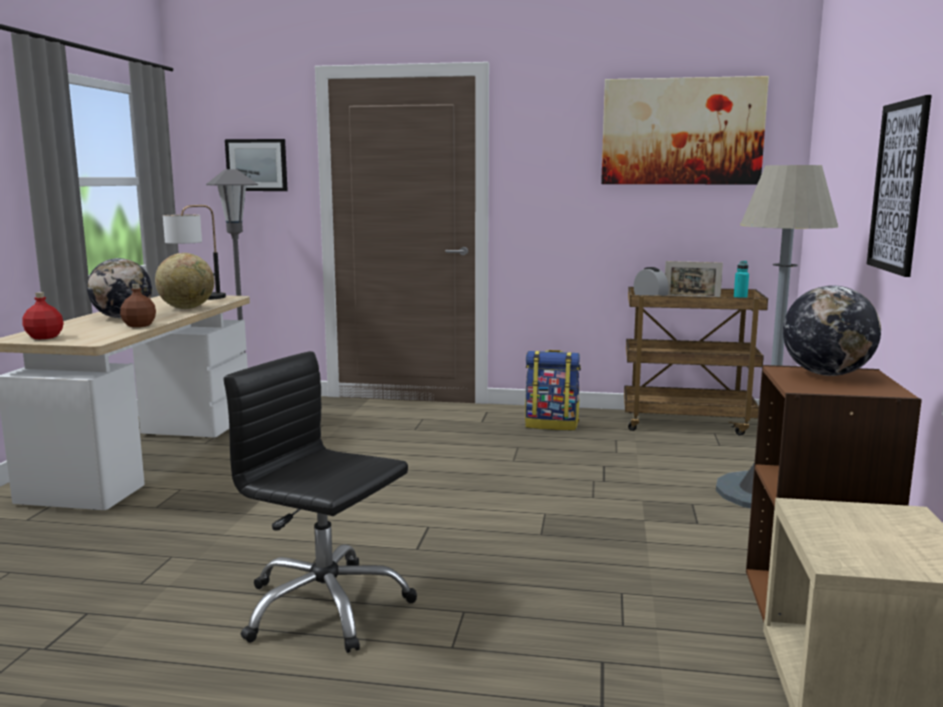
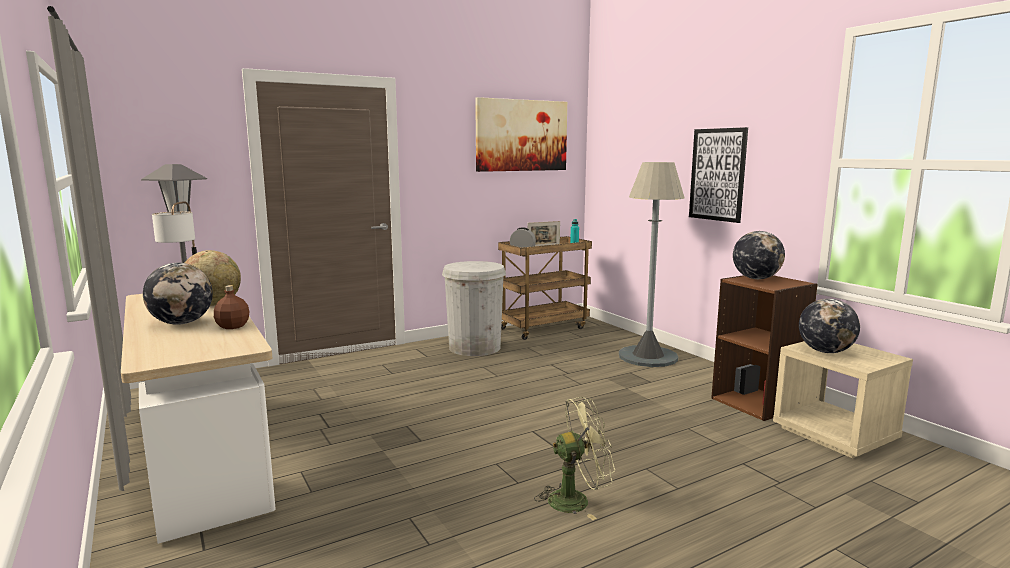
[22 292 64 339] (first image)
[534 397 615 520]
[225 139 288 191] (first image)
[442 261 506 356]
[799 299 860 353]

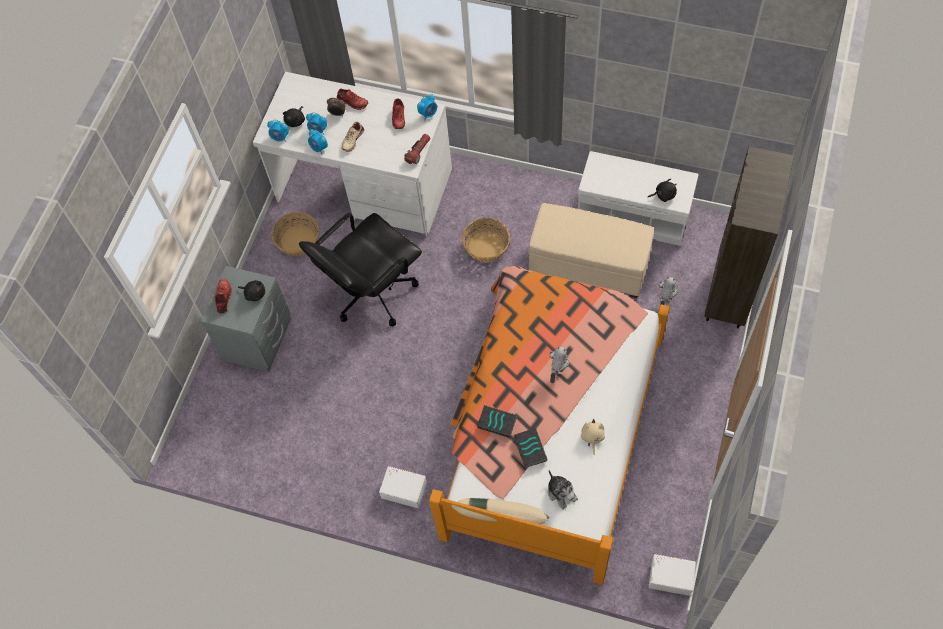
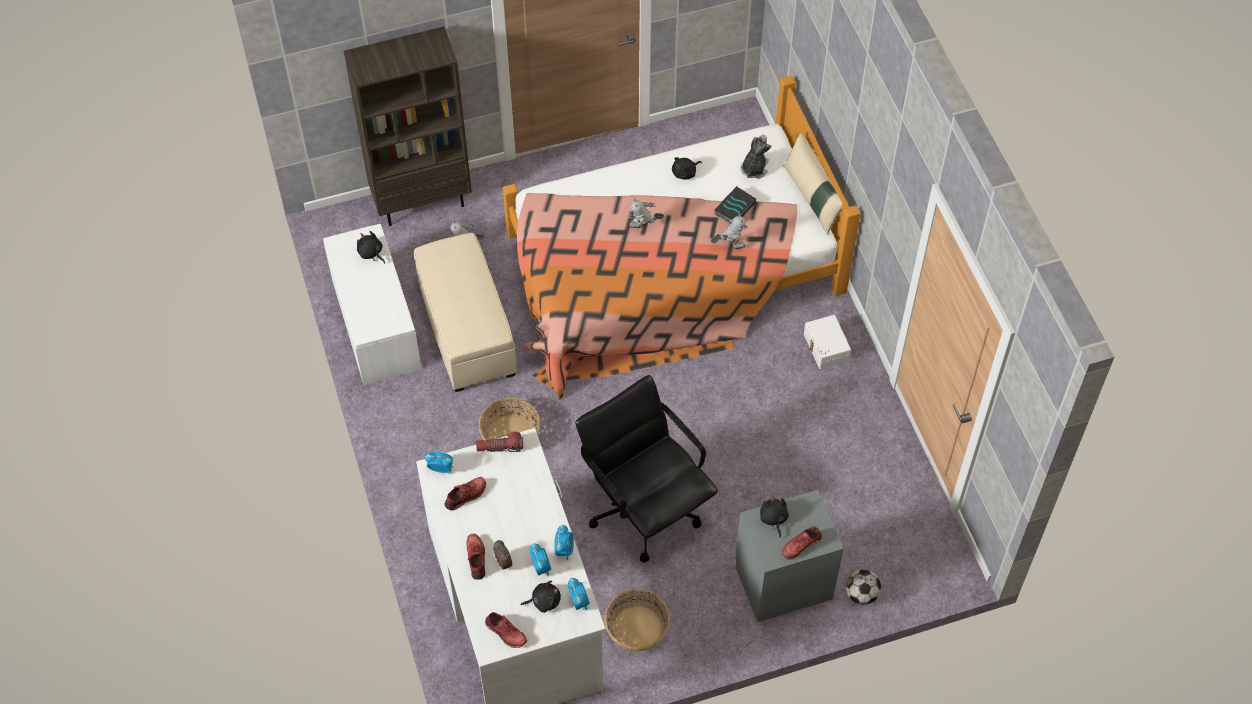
[575 375 718 562]
[342 122 364 152] (first image)
[711 214 748 249]
[672 157 702 180]
[648 554 696 596] (first image)
[485 612 527 648]
[845 569 881 605]

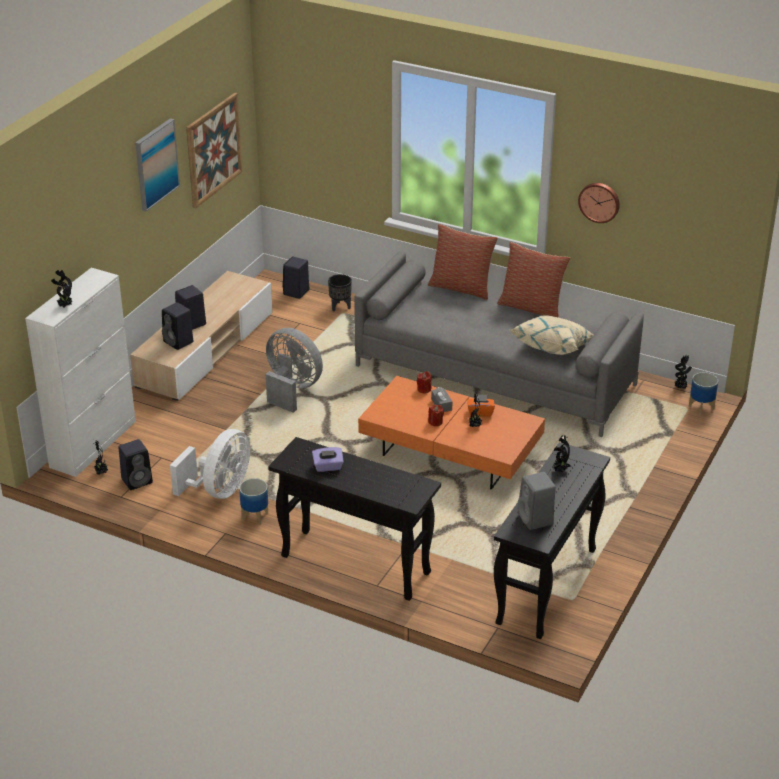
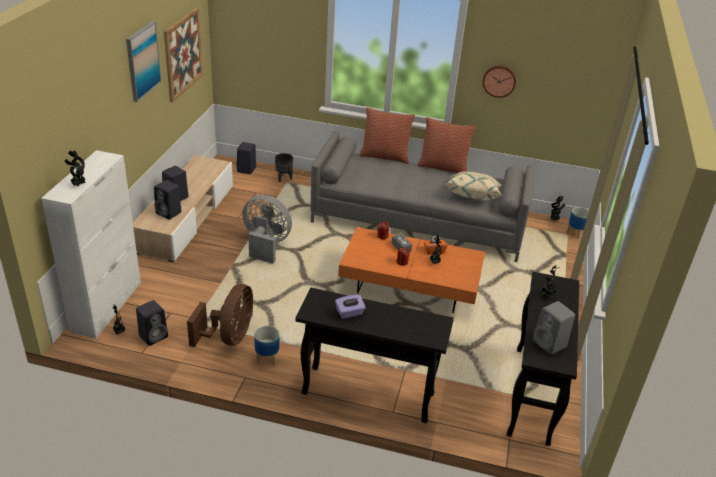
[187 284 253 347]

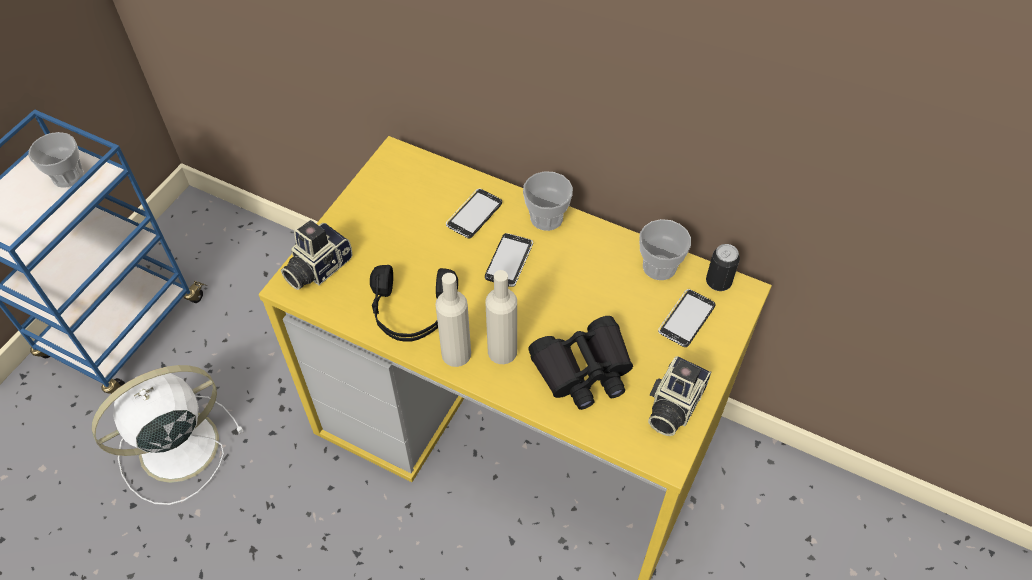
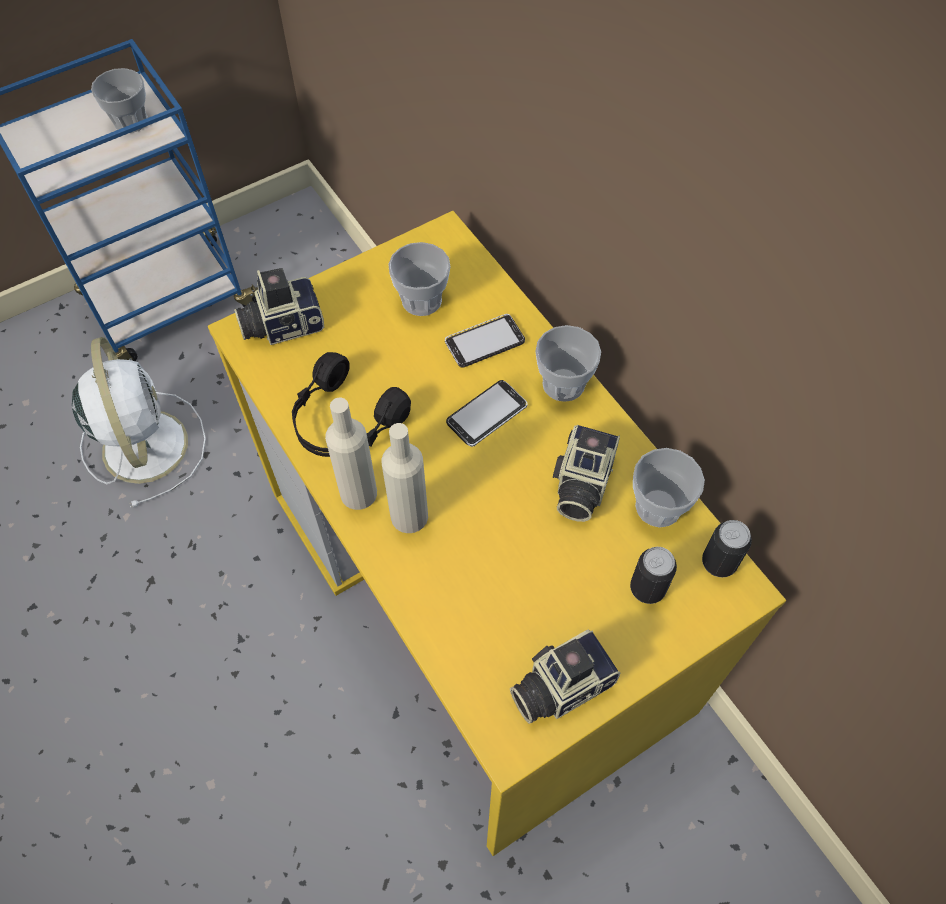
[72 337 206 507]
[528 316 633 410] (first image)
[630 547 677 604]
[388 242 450 316]
[553 424 620 522]

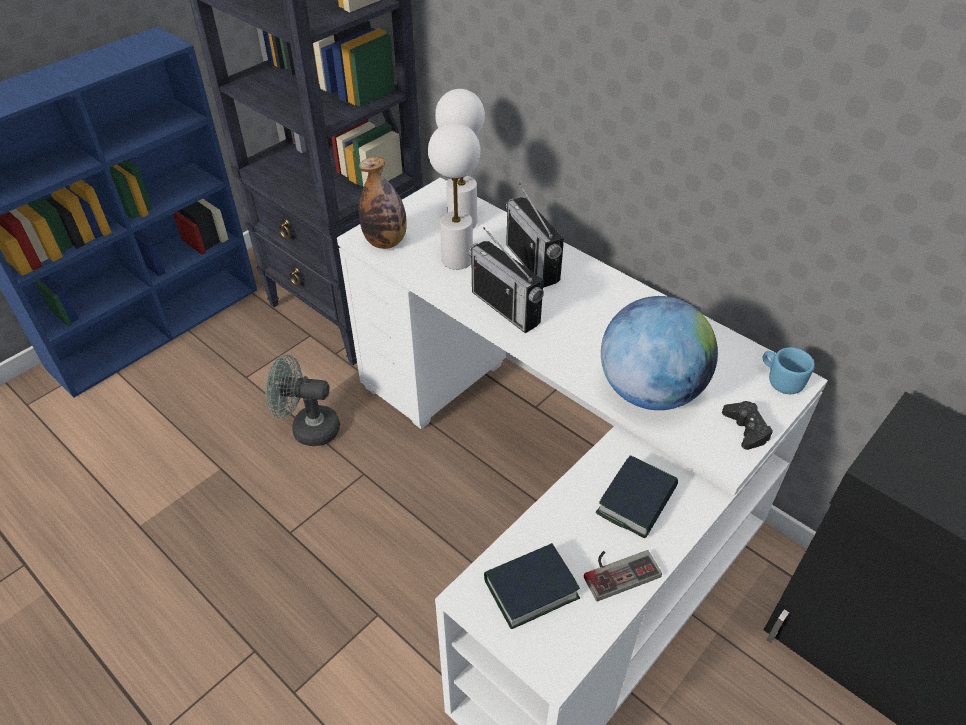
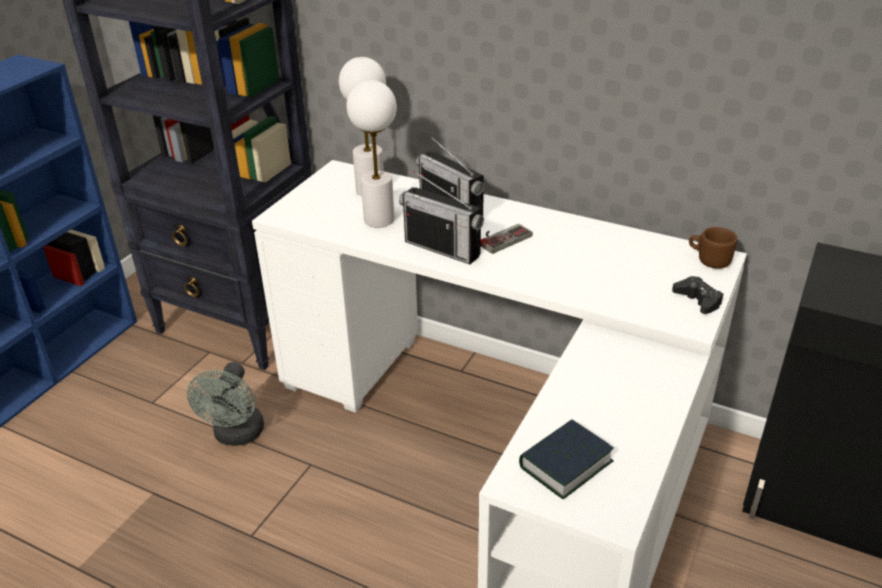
[187 362 264 446]
[359 157 407 249] (first image)
[481 224 532 254]
[596 455 678 538] (first image)
[601 296 718 410] (first image)
[689 227 738 269]

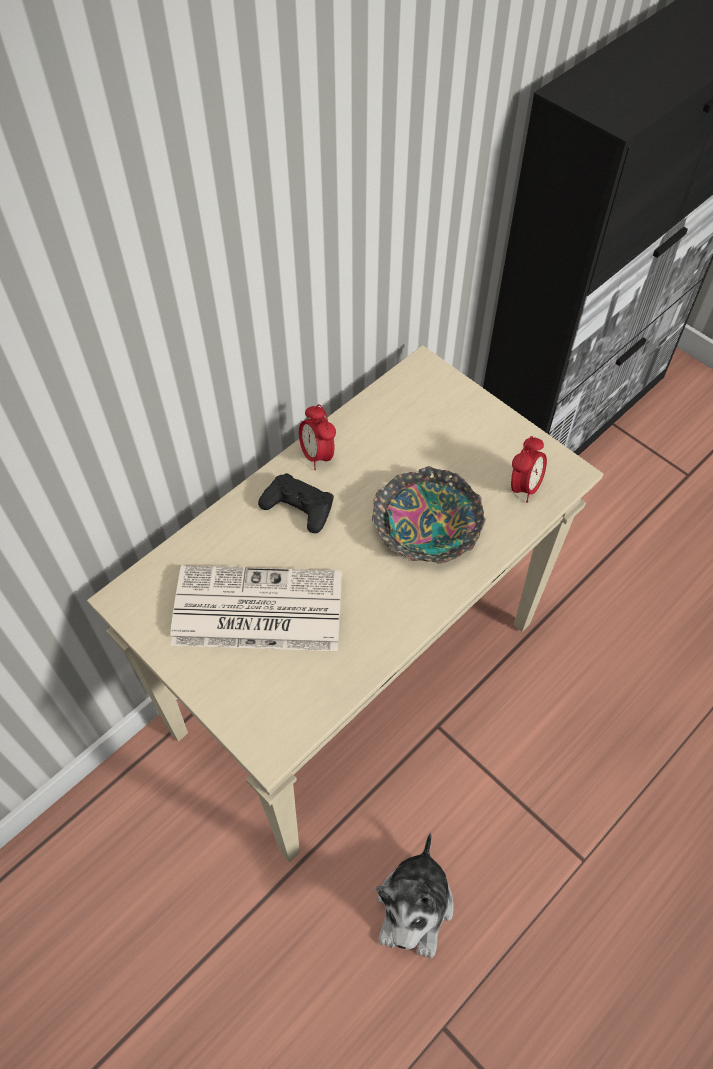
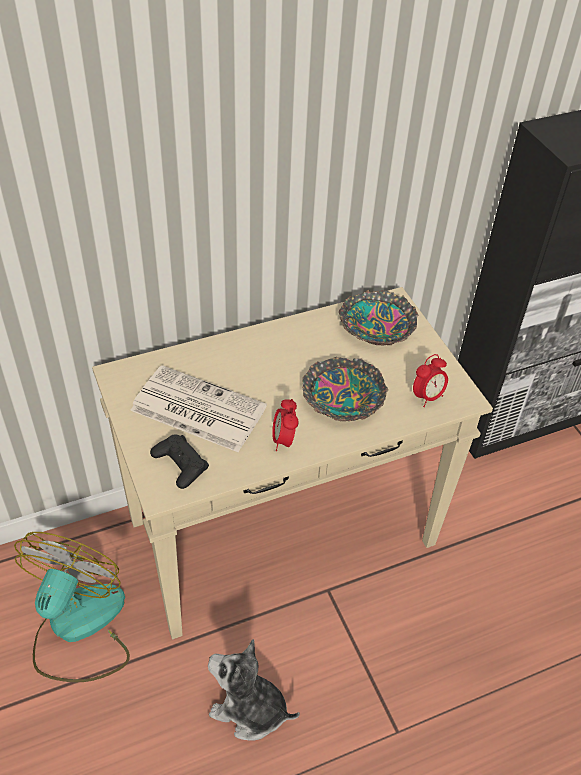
[150 435 209 489]
[272 399 299 451]
[208 639 300 741]
[14 532 130 682]
[339 290 418 345]

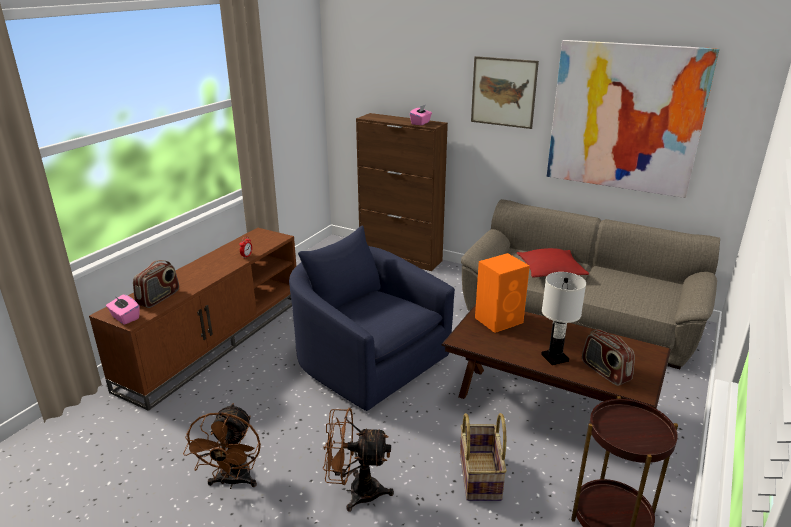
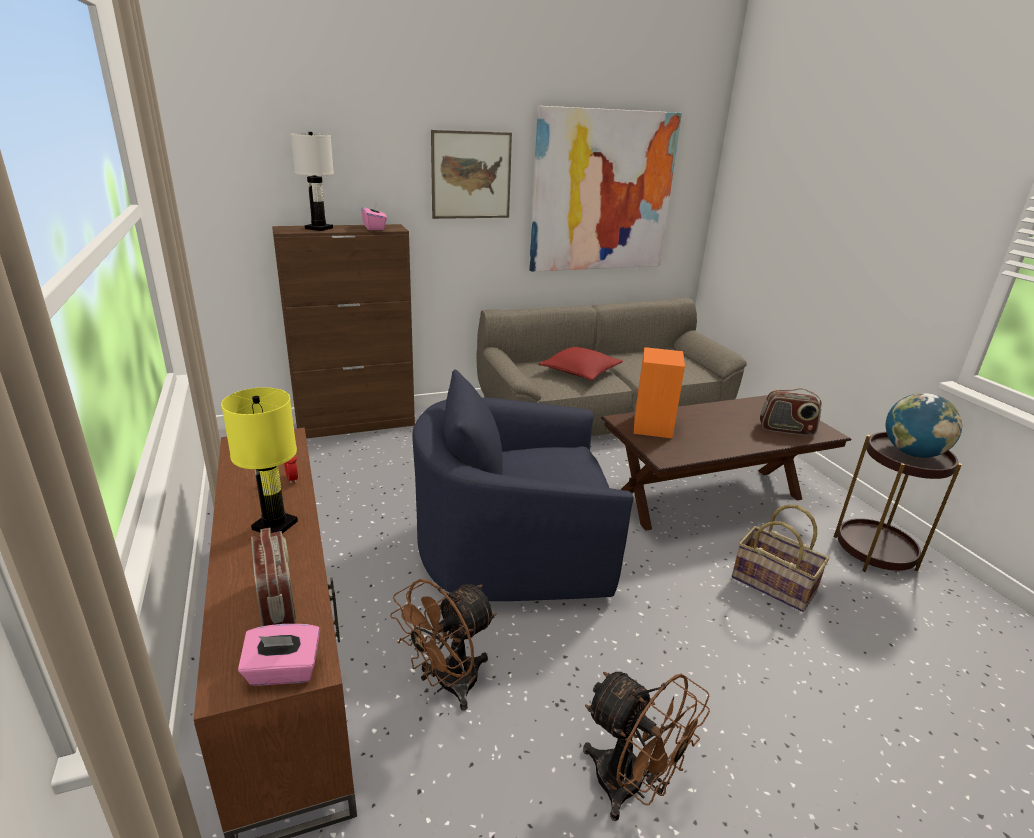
[390 579 497 710]
[290 132 334 231]
[221 387 298 534]
[885 393 962 458]

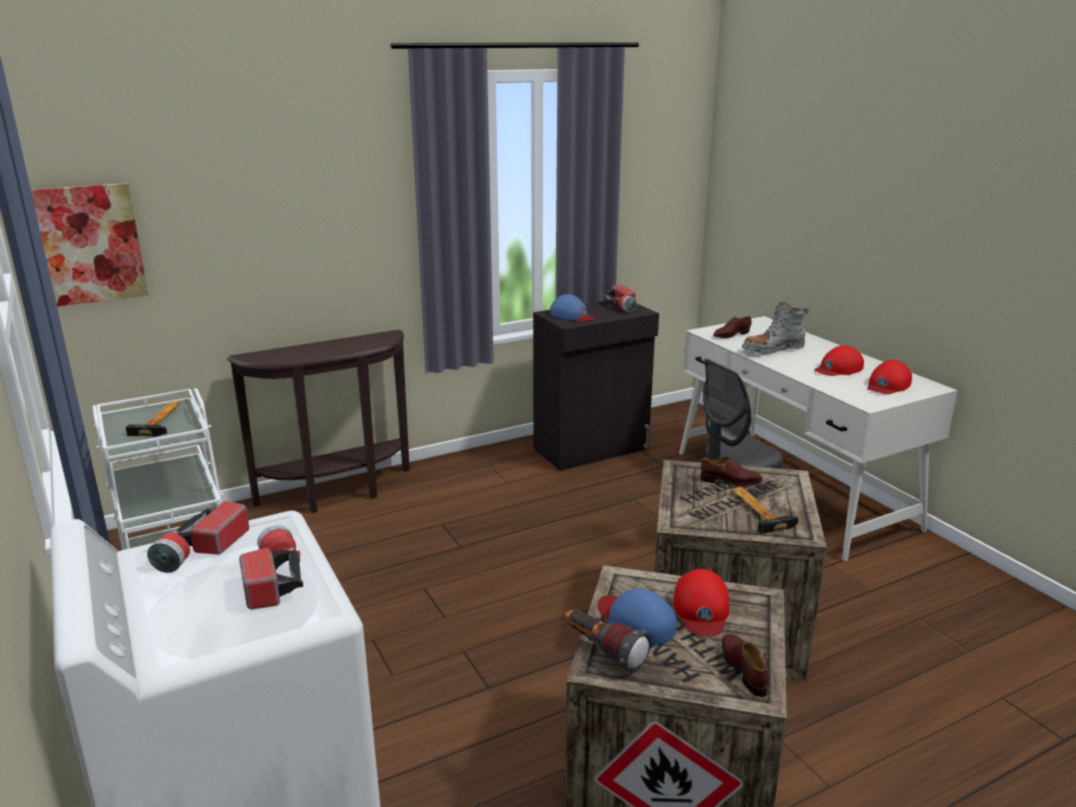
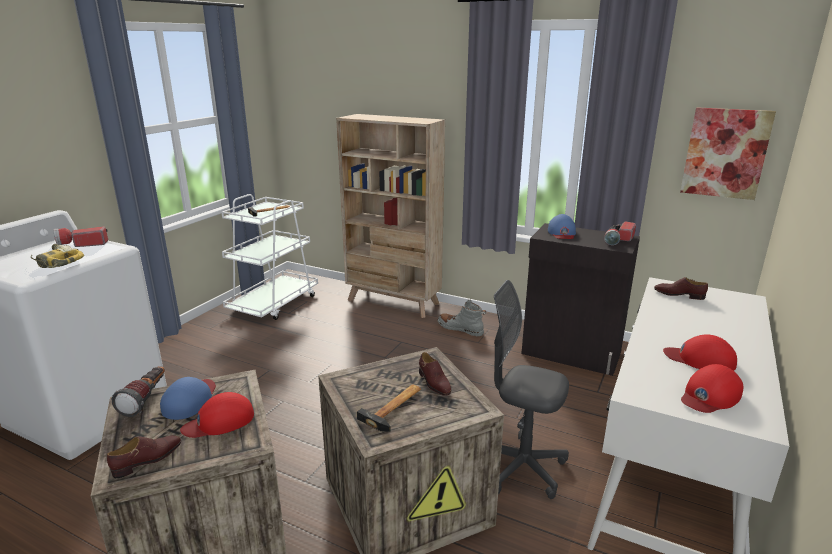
[680 107 776 200]
[336 114 445 318]
[31 244 84 268]
[438 300 486 336]
[681 364 743 413]

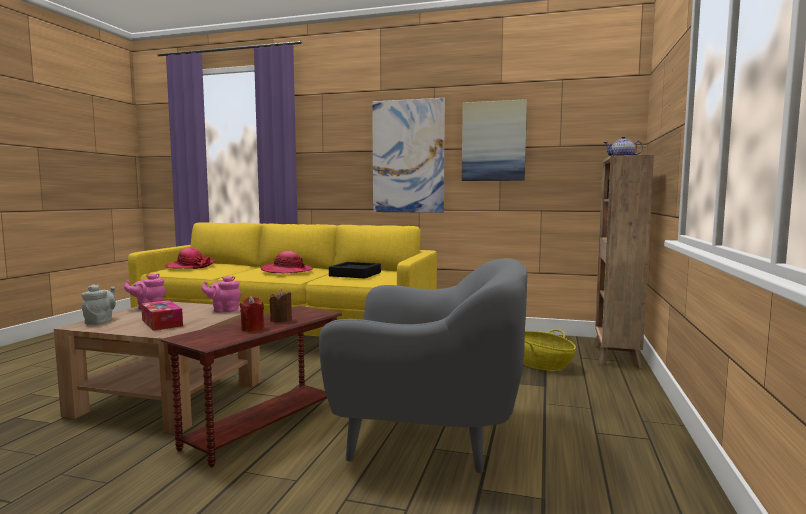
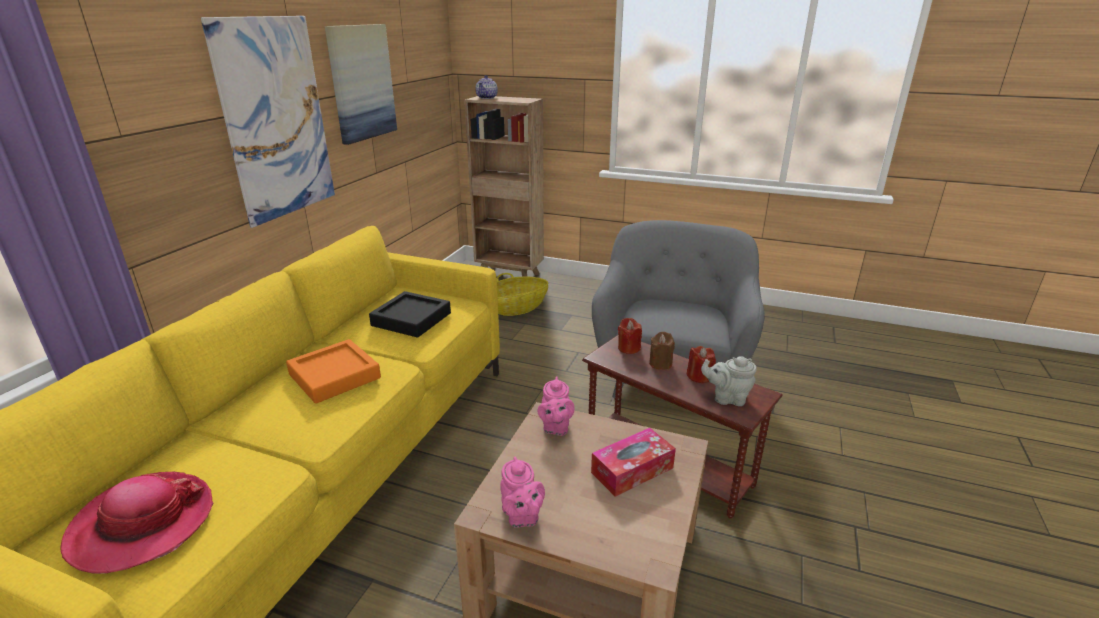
[701 356 757 406]
[286 339 381 404]
[618 318 642 354]

